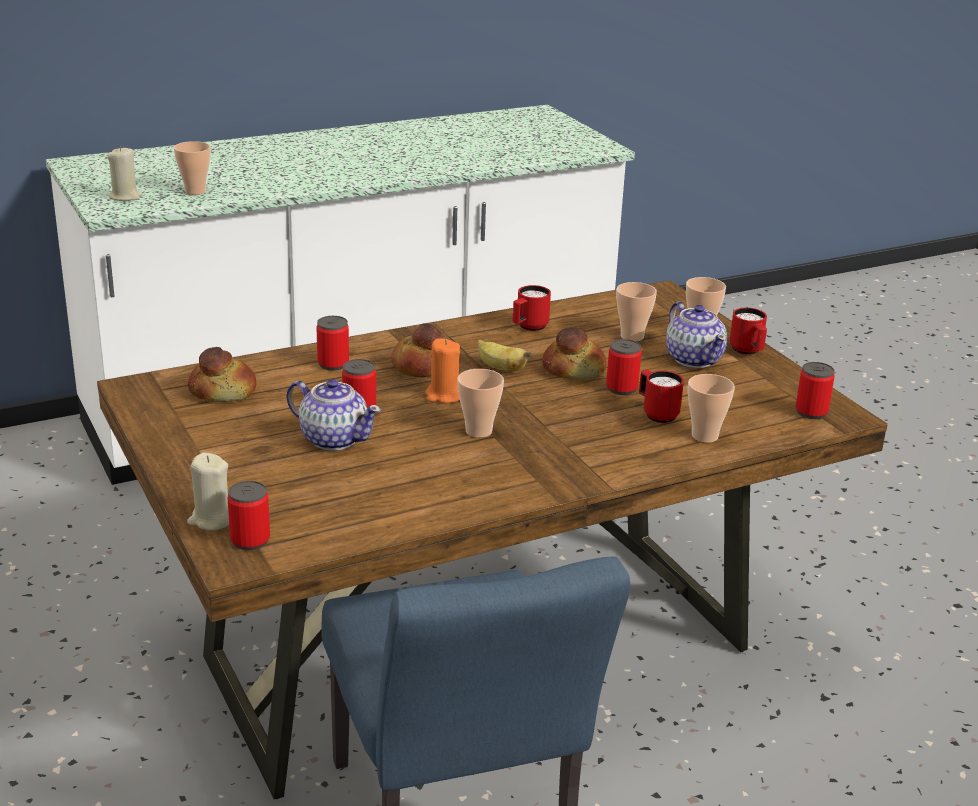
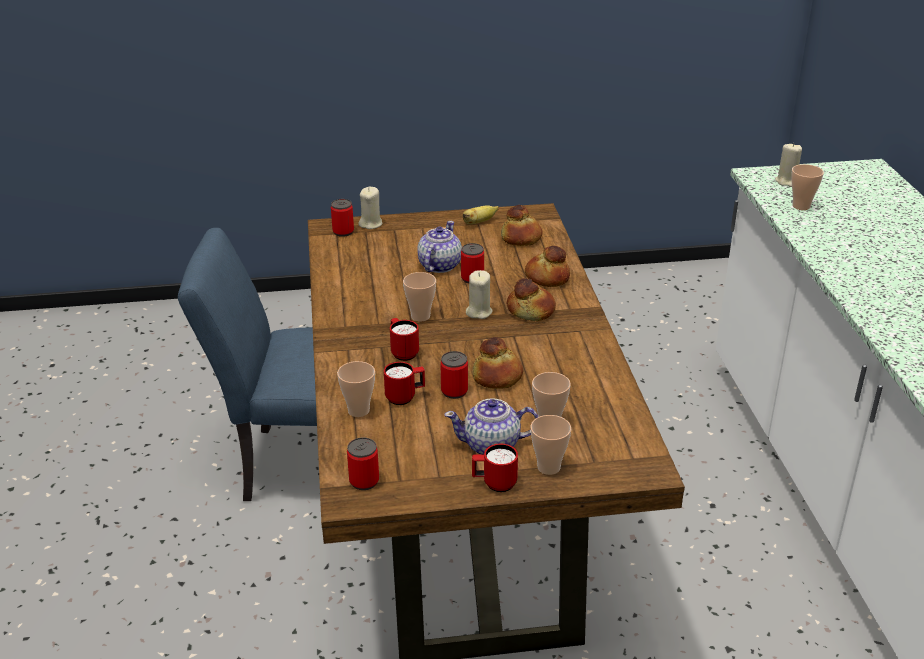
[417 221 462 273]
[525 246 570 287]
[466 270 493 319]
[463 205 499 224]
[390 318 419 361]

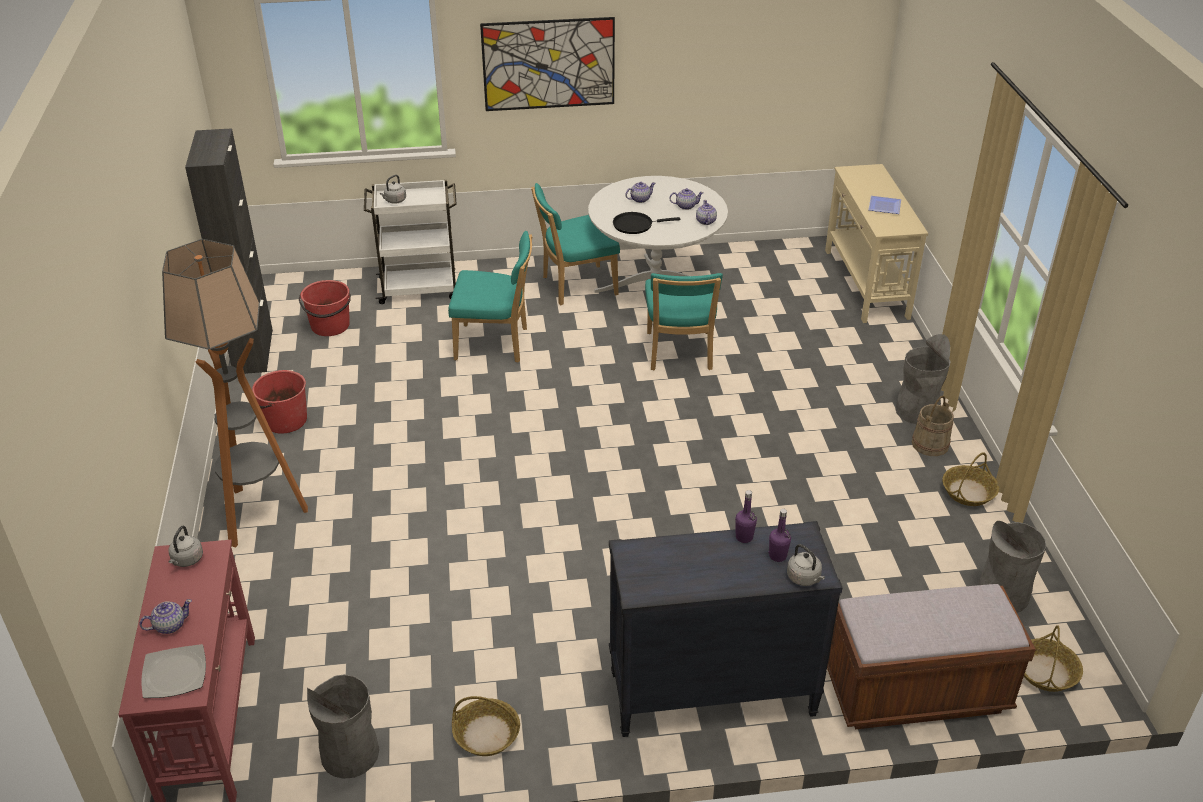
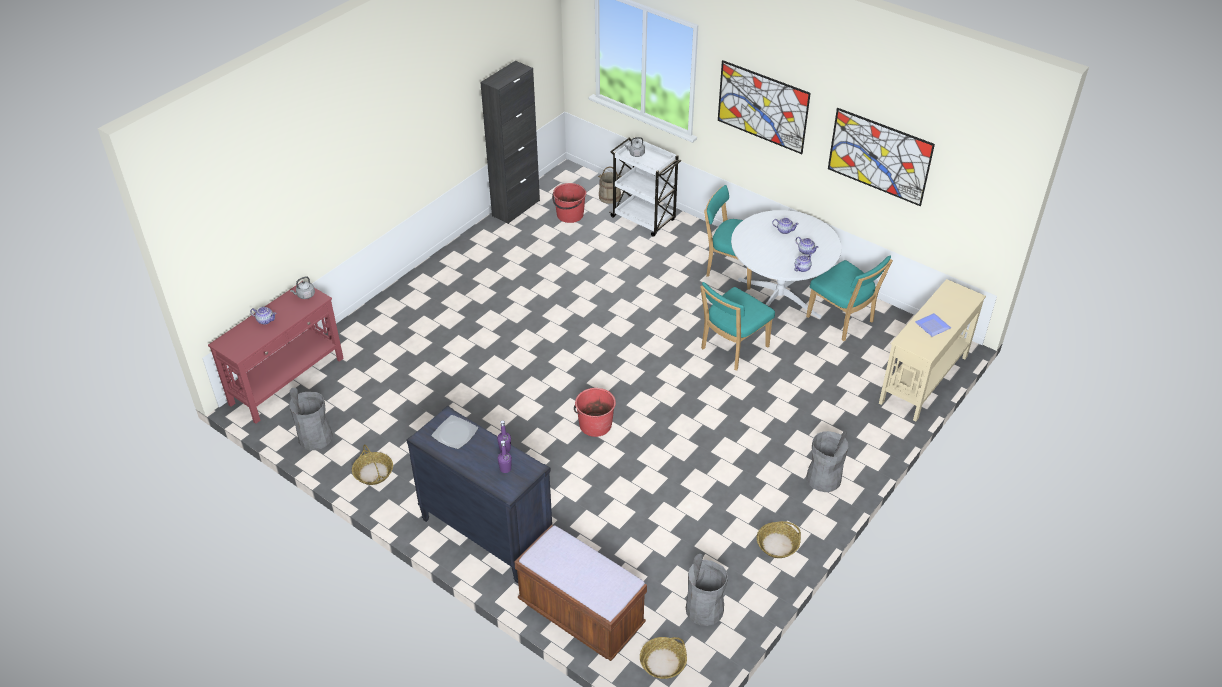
[431 415 478 449]
[162 239 308 548] (first image)
[574 388 616 437]
[806 256 893 341]
[613 212 681 234] (first image)
[787 544 825 586] (first image)
[598 167 622 204]
[828 108 935 206]

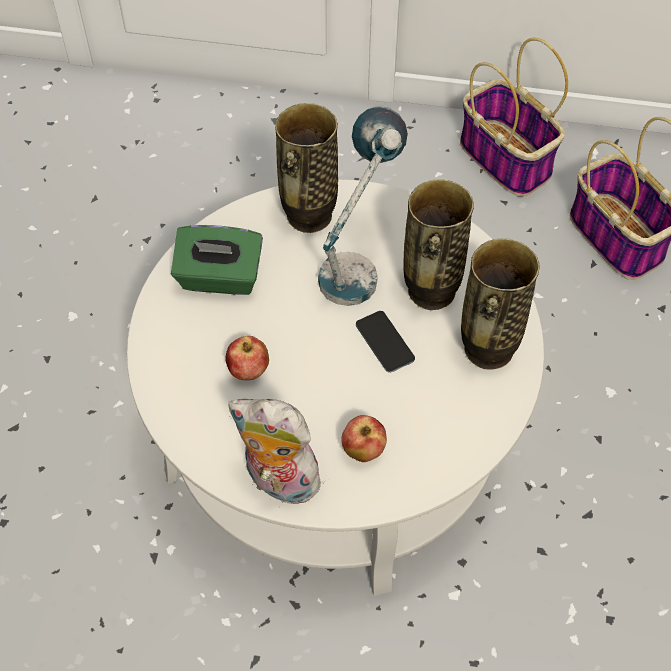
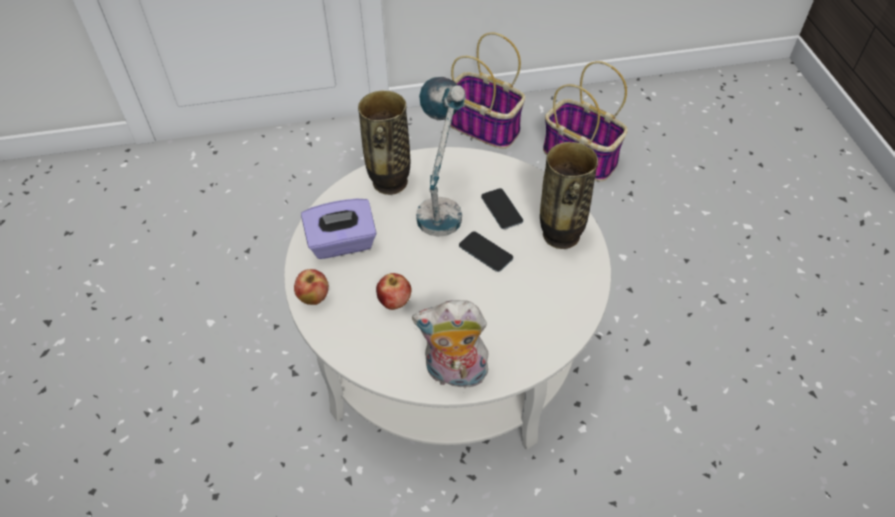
[301 199 377 259]
[294 269 329 305]
[481 188 523 229]

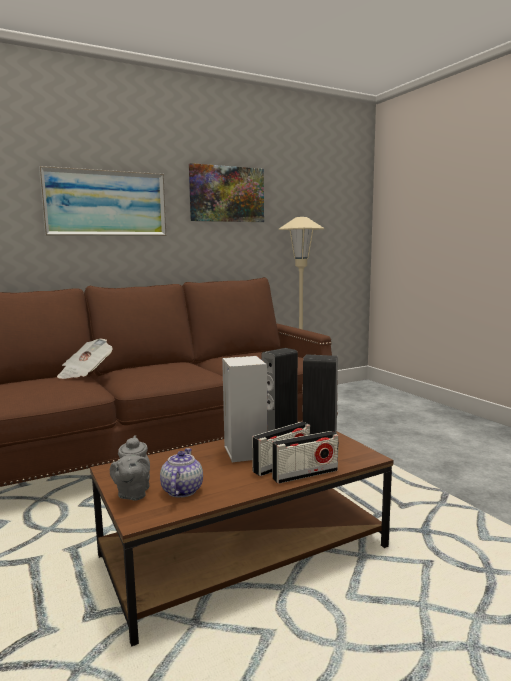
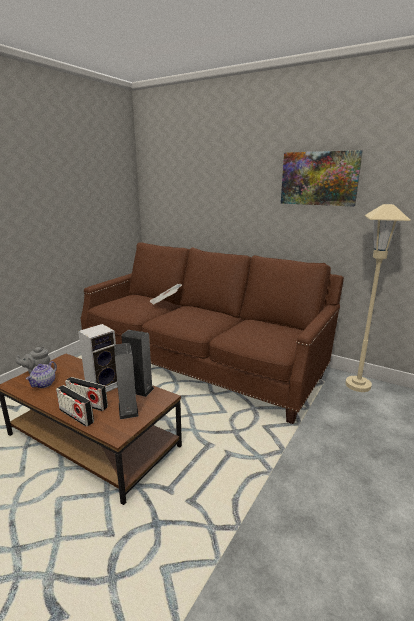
[39 166 166 236] (first image)
[26 361 57 388]

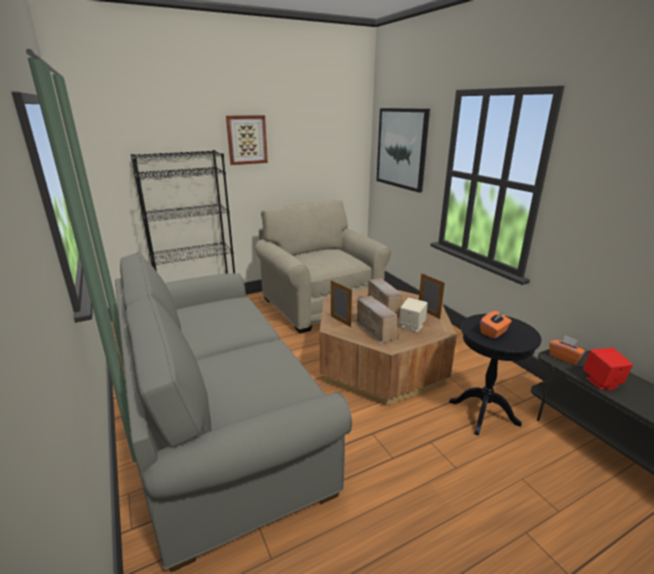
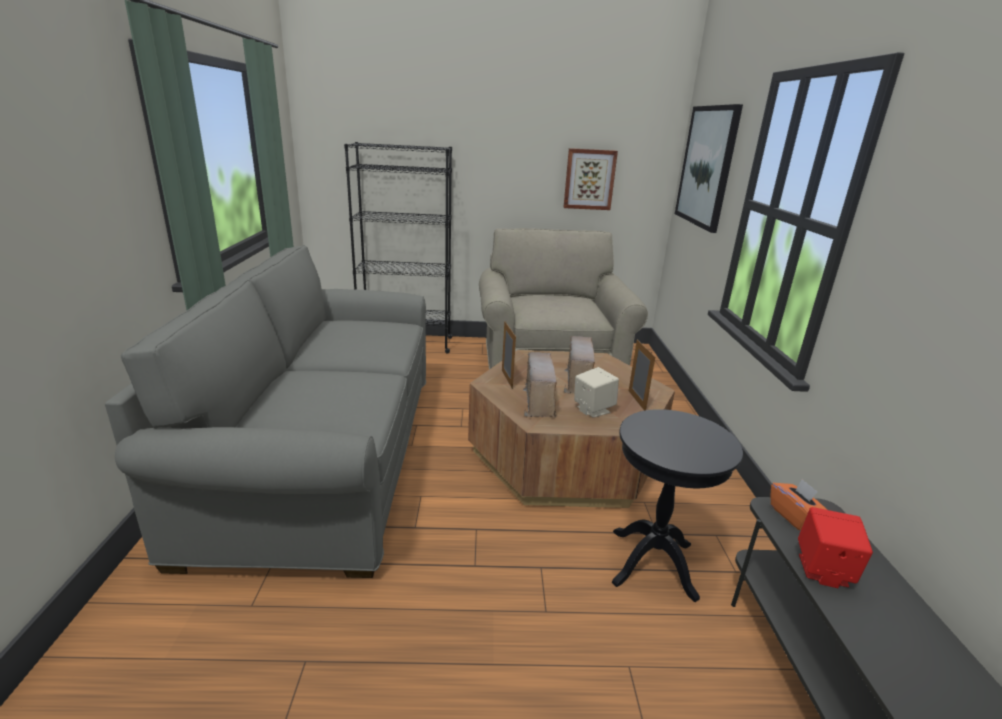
[563 148 618 210]
[480 311 512 339] (first image)

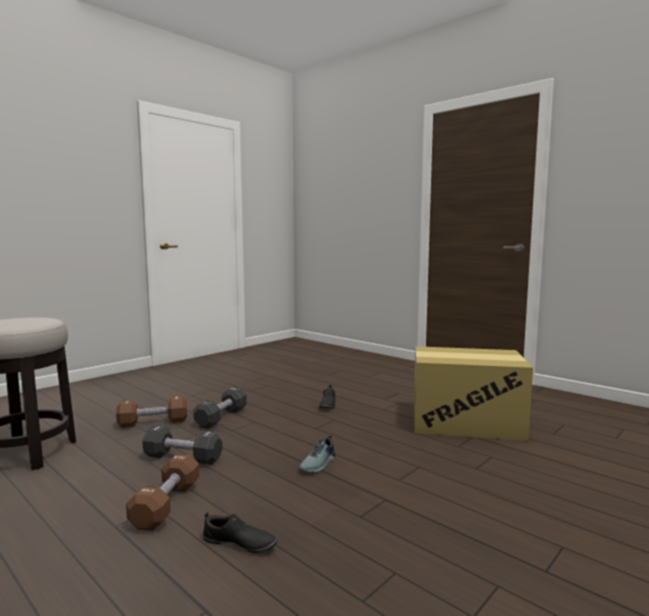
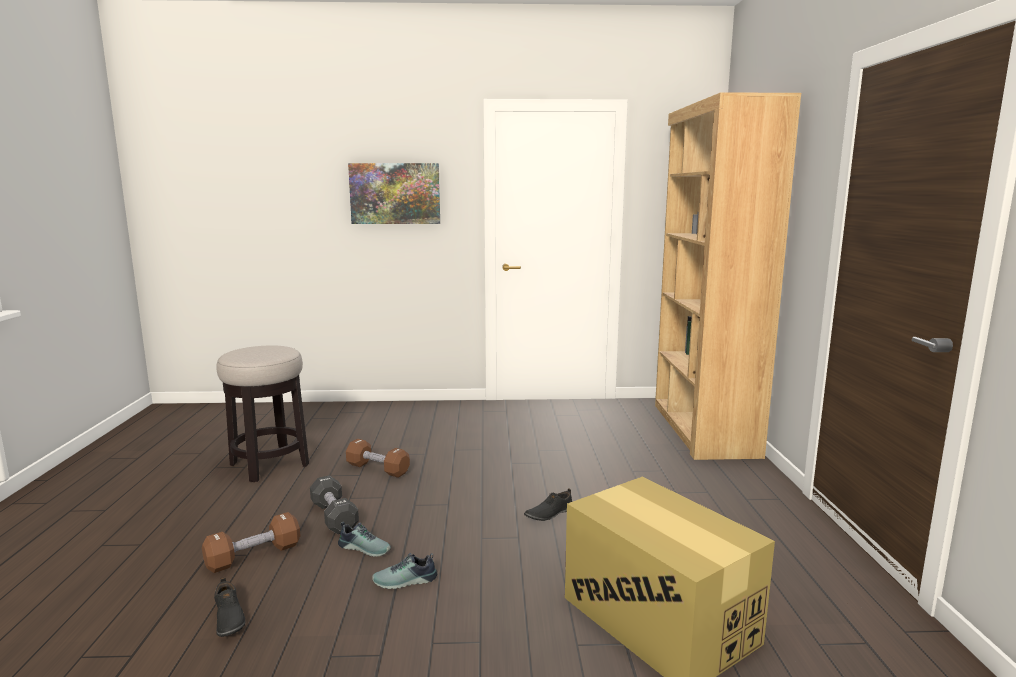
[193 387 247 429] (first image)
[338 522 391 557]
[348 163 440 224]
[655 92 801 460]

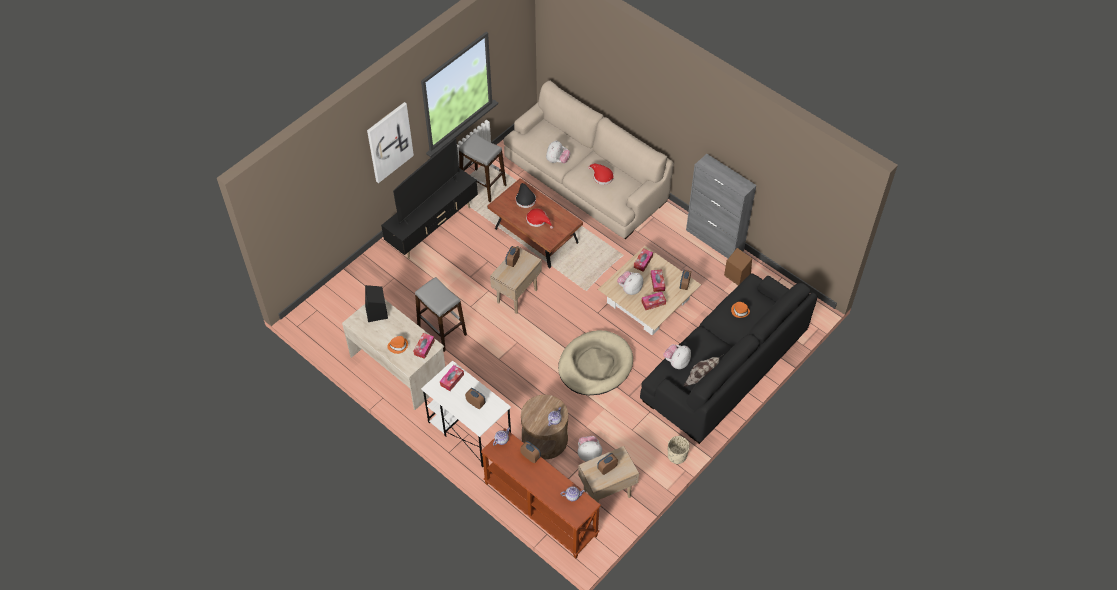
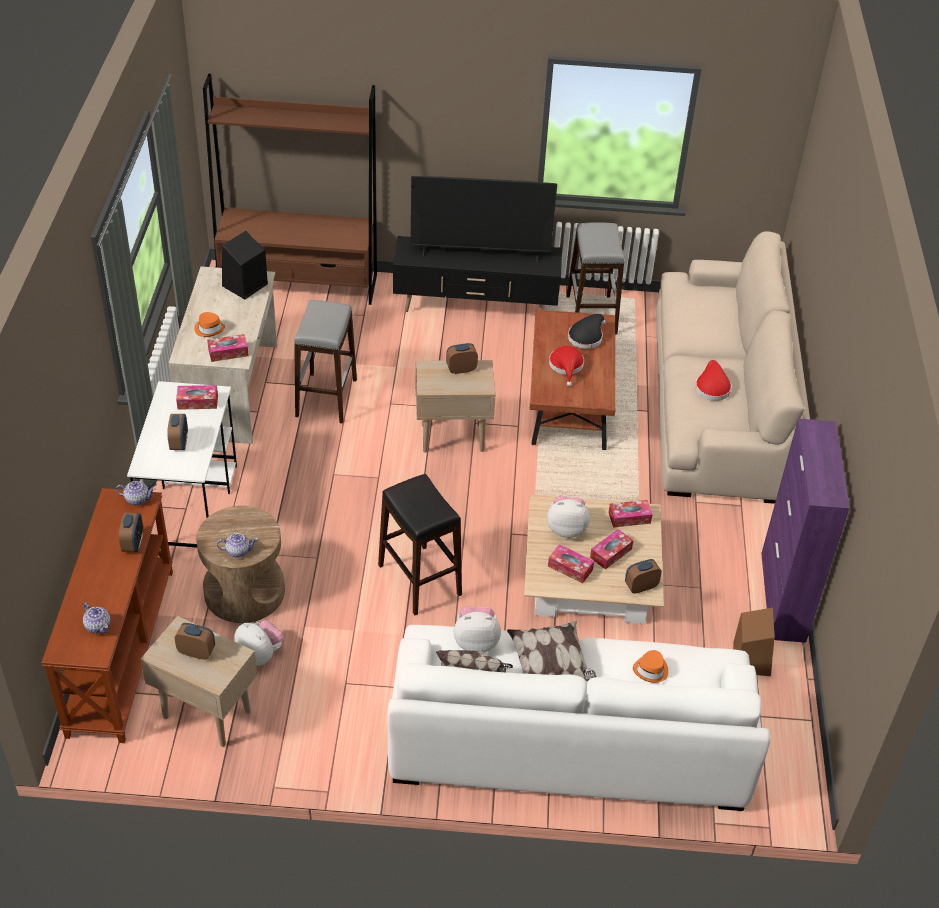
[367 102 414 183] (first image)
[546 140 570 163] (first image)
[378 474 462 615]
[387 625 770 811]
[668 436 690 464] (first image)
[761 418 850 643]
[203 74 377 305]
[507 621 597 681]

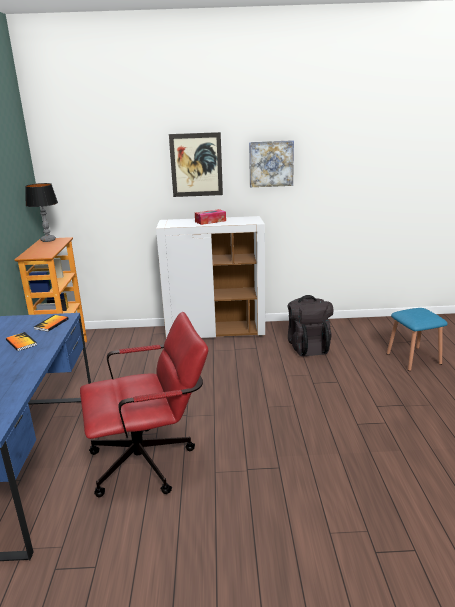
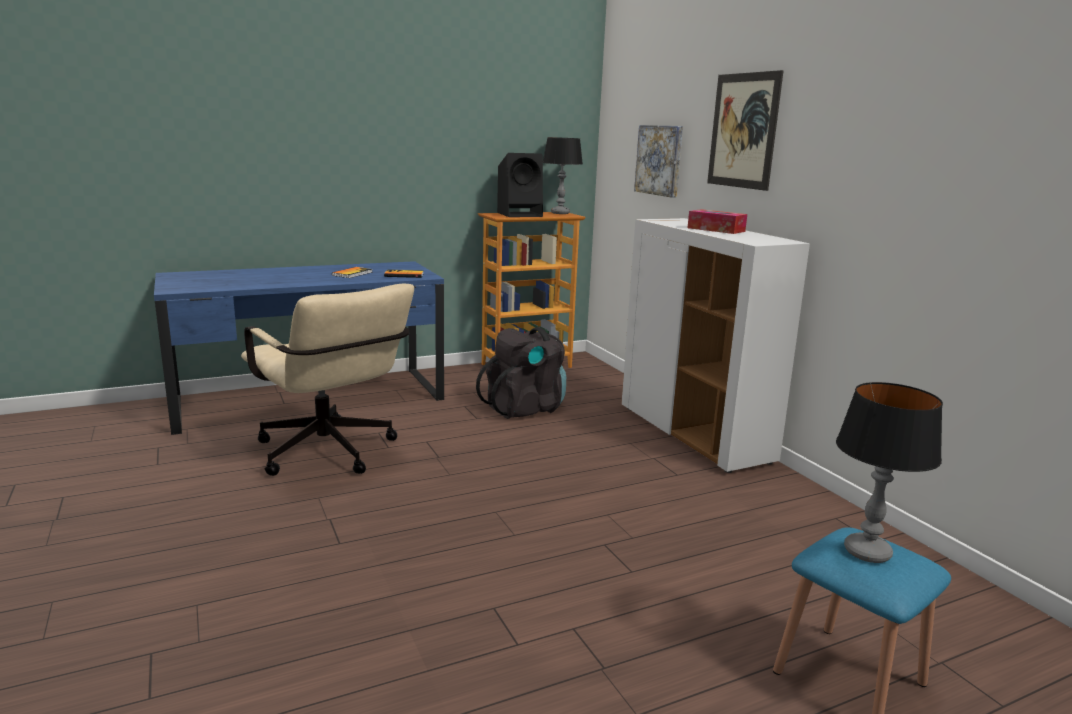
[241 284 414 476]
[634 125 683 198]
[476 327 566 419]
[497 153 543 217]
[836 382 943 563]

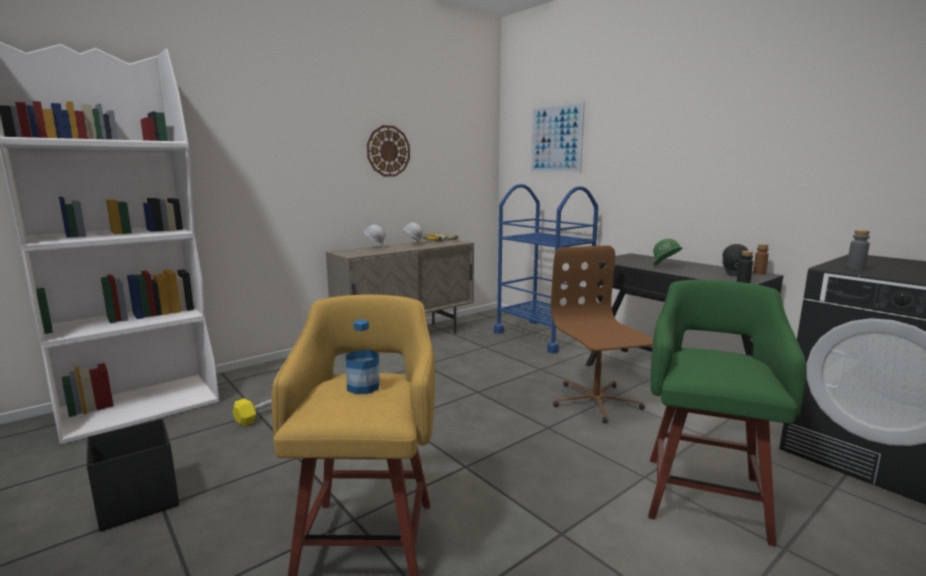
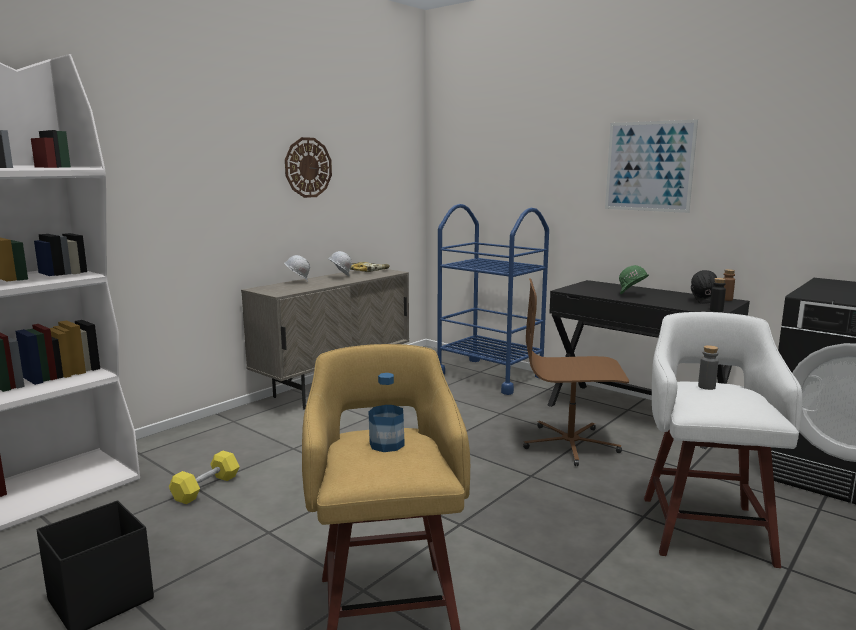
[605 119 698 213]
[523 278 629 466]
[644 312 802 568]
[698 345 719 390]

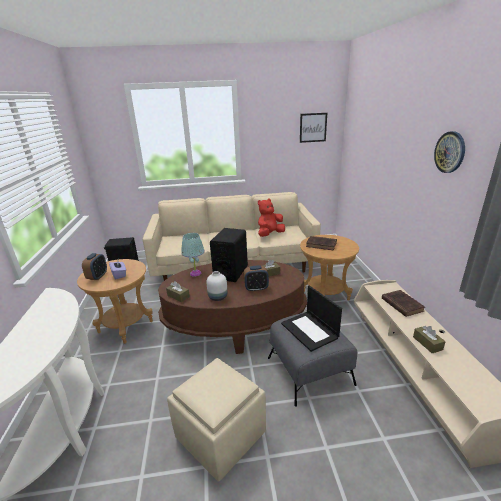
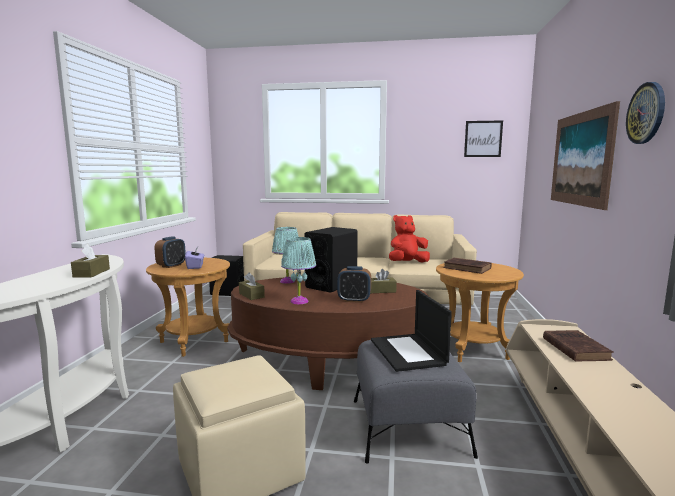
[281 237 316 304]
[71 244 110 278]
[551 101 620 210]

